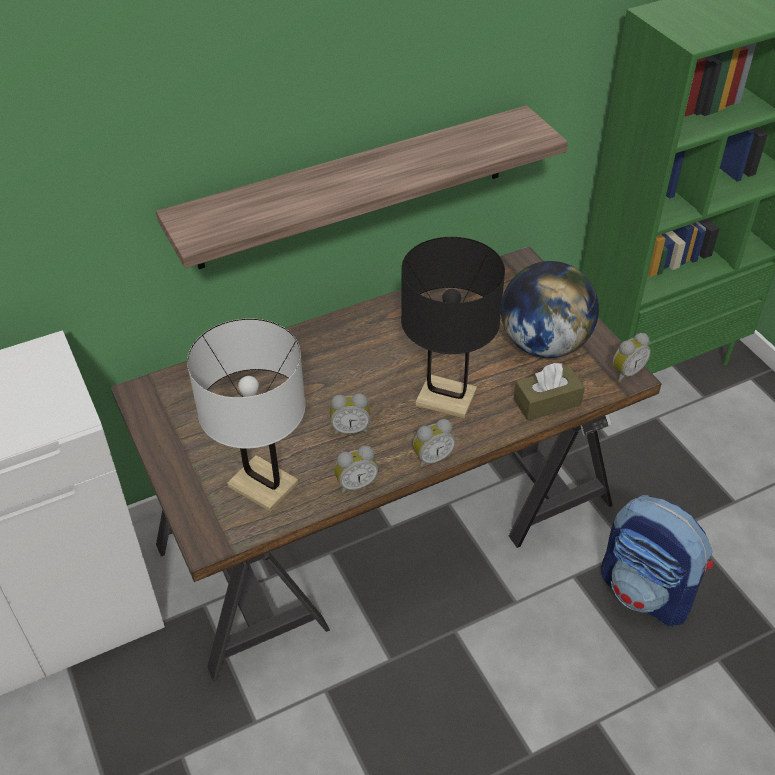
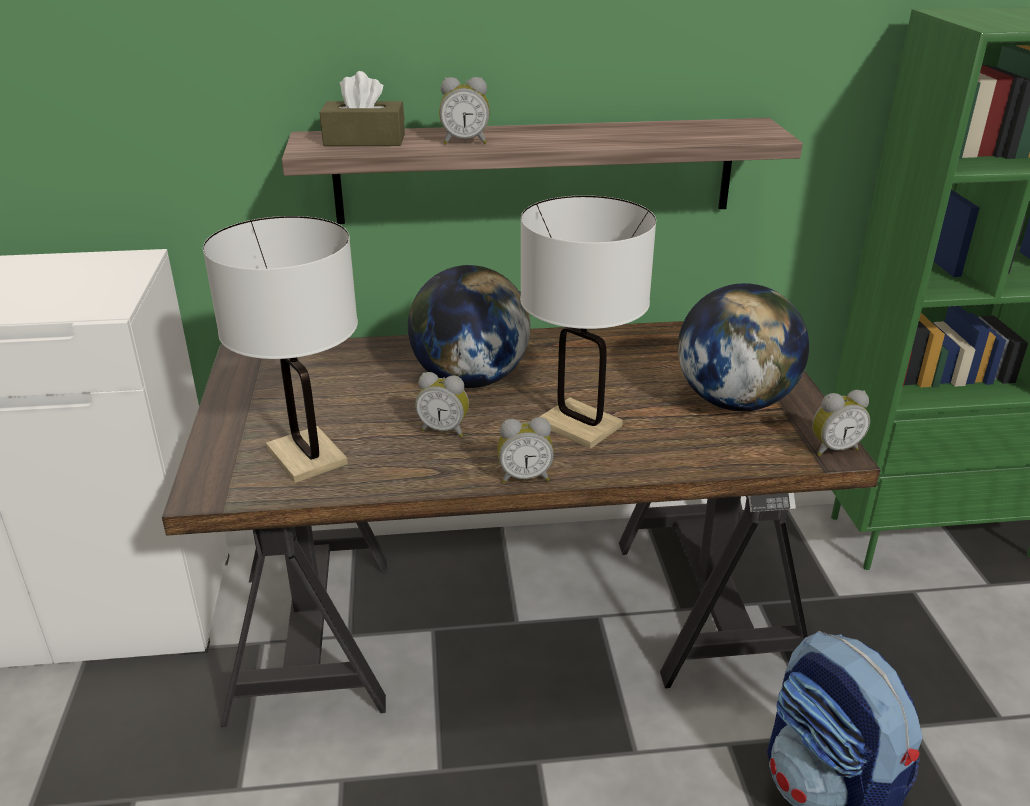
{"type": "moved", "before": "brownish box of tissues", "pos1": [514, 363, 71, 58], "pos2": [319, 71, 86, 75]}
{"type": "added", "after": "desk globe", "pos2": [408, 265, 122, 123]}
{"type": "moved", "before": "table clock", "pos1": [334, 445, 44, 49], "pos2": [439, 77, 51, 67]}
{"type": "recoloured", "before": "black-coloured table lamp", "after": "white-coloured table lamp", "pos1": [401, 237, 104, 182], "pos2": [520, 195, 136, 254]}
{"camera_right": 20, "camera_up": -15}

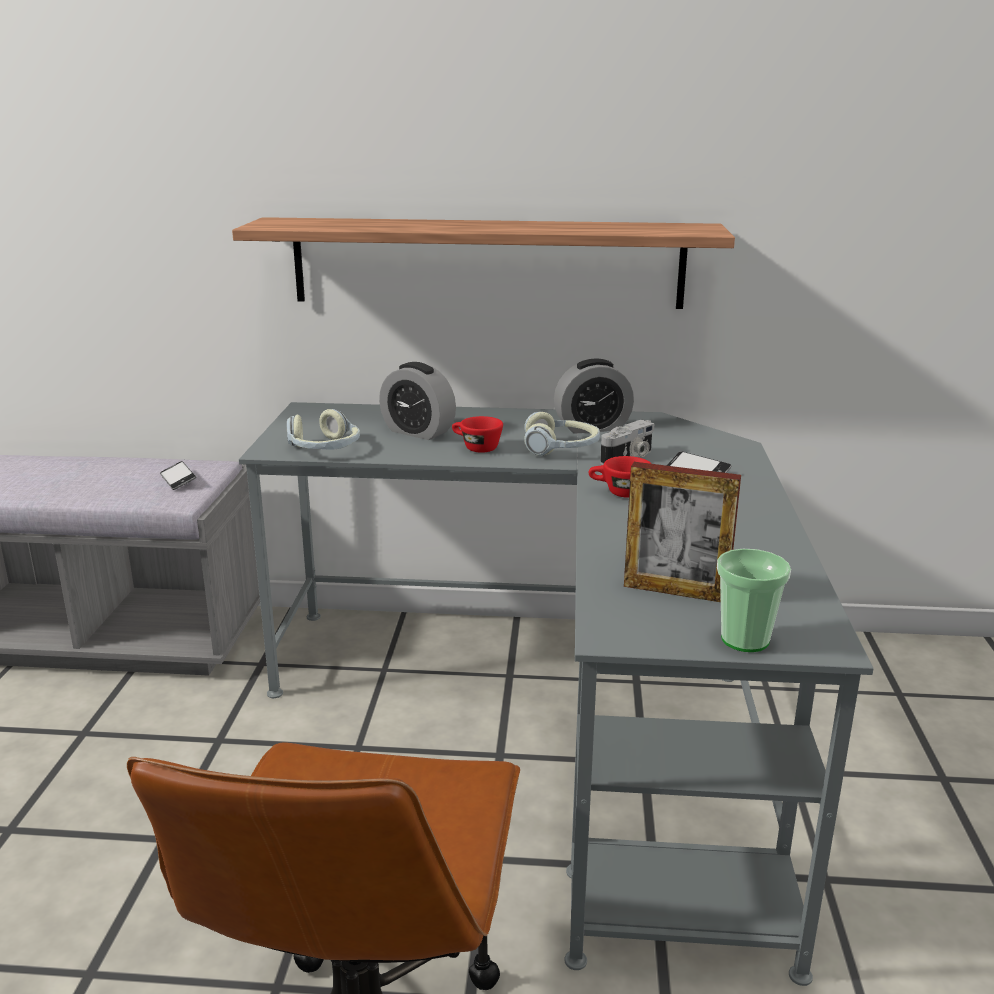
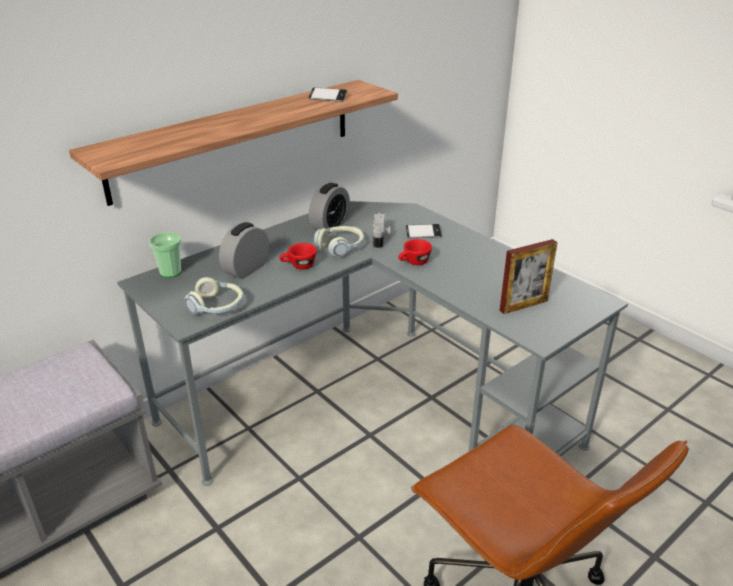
{"type": "moved", "before": "cup", "pos1": [717, 549, 74, 103], "pos2": [149, 232, 33, 46]}
{"type": "turned", "before": "table clock", "pos1": [379, 362, 77, 78], "pos2": [219, 222, 50, 57], "turn": 135}
{"type": "moved", "before": "handset", "pos1": [160, 461, 36, 29], "pos2": [309, 87, 38, 15]}
{"camera_right": -45, "camera_up": 10}

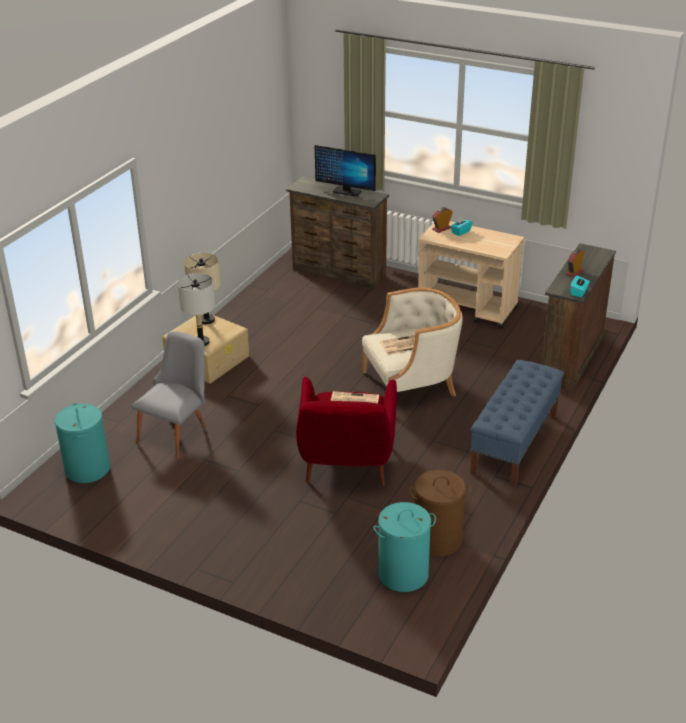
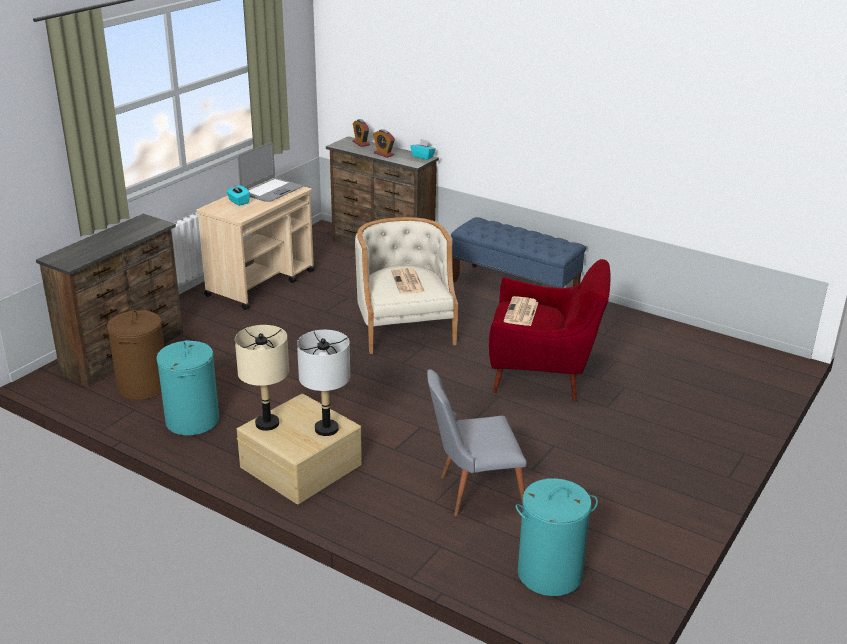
{"type": "moved", "before": "brownish hamper", "pos1": [409, 470, 63, 87], "pos2": [107, 310, 57, 90]}
{"type": "moved", "before": "blue-green hamper", "pos1": [373, 502, 63, 90], "pos2": [156, 340, 63, 96]}
{"type": "added", "after": "portable computer", "pos2": [237, 142, 66, 60]}
{"type": "moved", "before": "table clock", "pos1": [432, 207, 21, 26], "pos2": [352, 119, 18, 28]}
{"type": "turned", "before": "gray upright chair", "pos1": [132, 331, 74, 128], "pos2": [427, 369, 100, 147], "turn": -45}
{"type": "removed", "before": "computer screen", "pos1": [315, 145, 61, 51]}
{"camera_right": -85, "camera_up": -5}

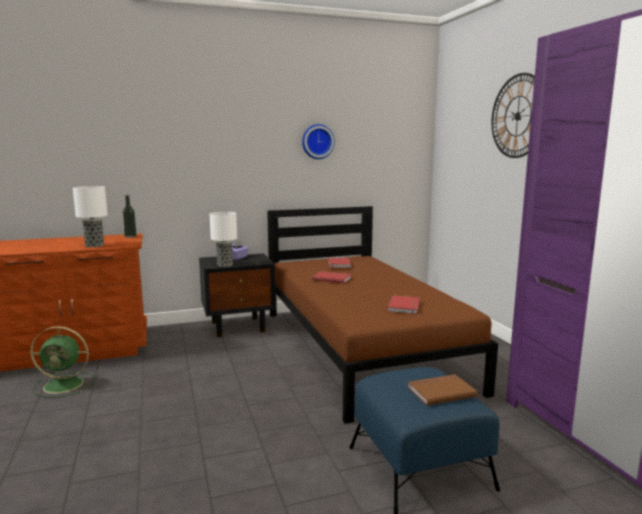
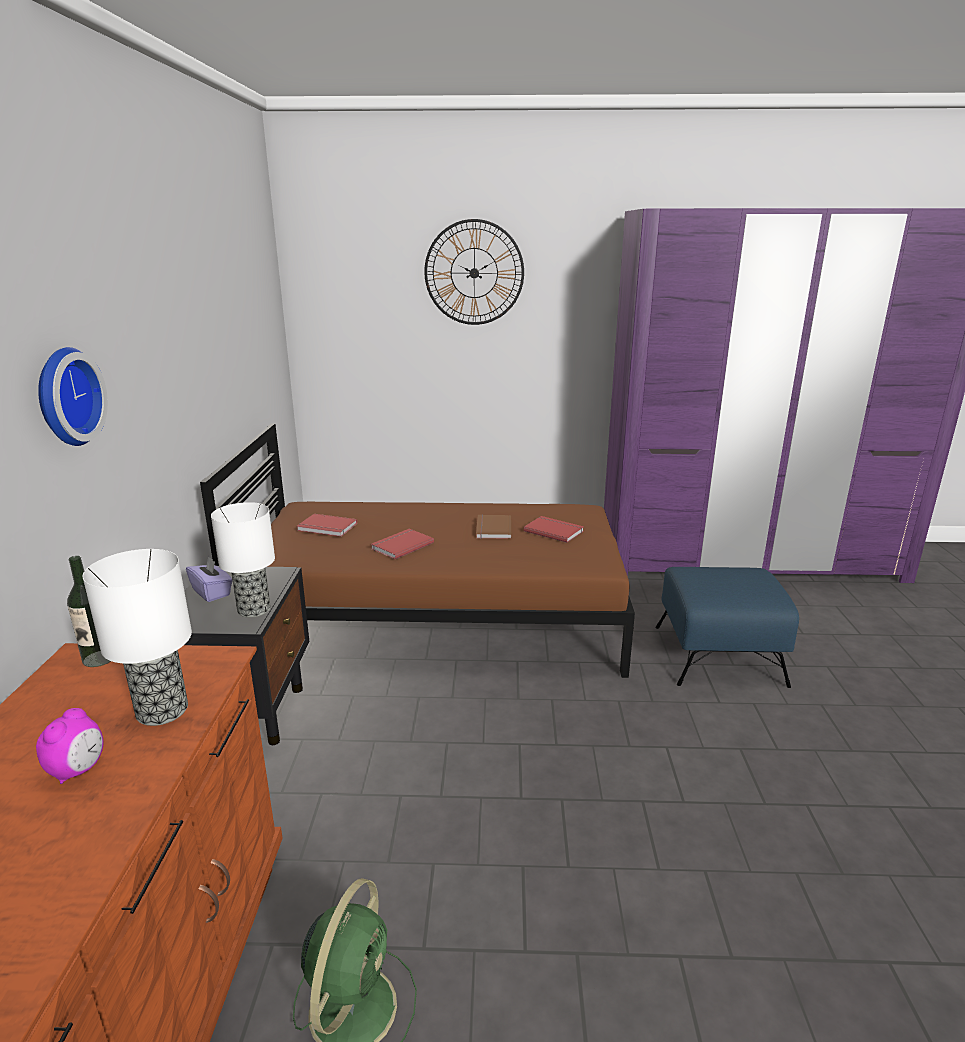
{"type": "added", "after": "table clock", "pos2": [36, 708, 67, 76]}
{"type": "moved", "before": "wall clock", "pos1": [302, 124, 33, 35], "pos2": [38, 347, 70, 99]}
{"type": "moved", "before": "brownish book", "pos1": [408, 374, 70, 32], "pos2": [476, 515, 36, 24]}
{"camera_right": -70, "camera_up": 10}

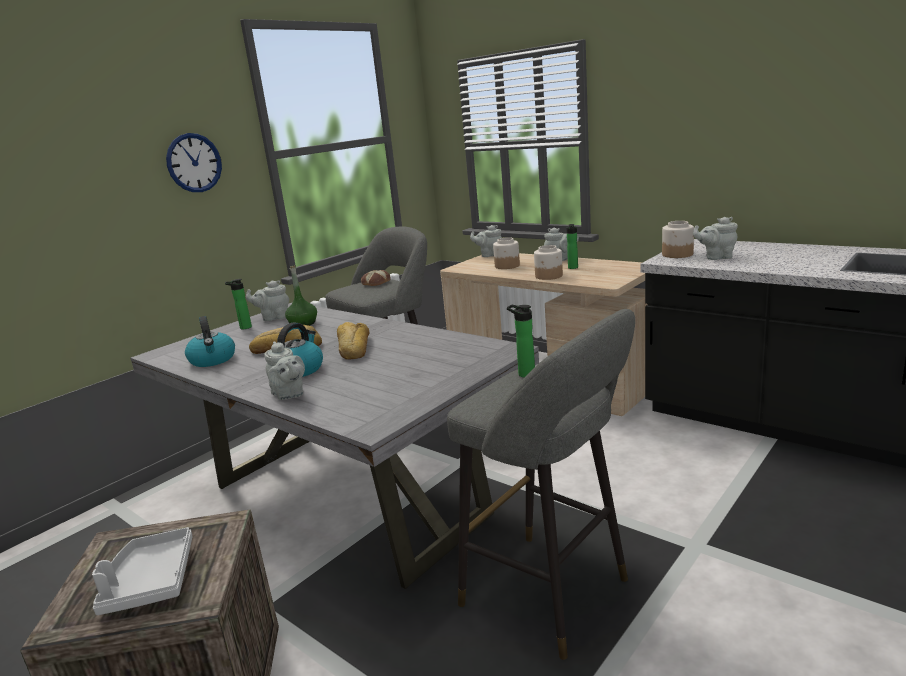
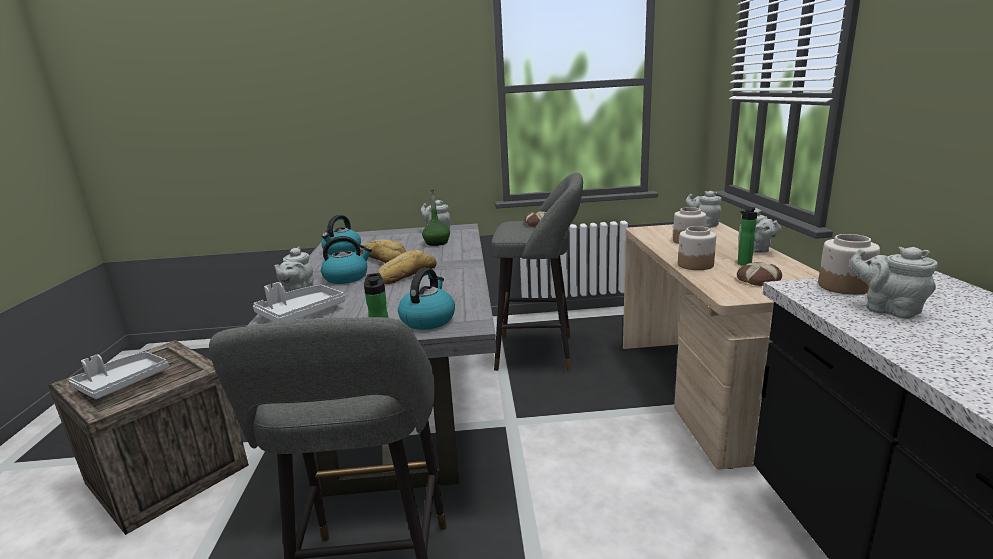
{"type": "added", "after": "gray tray", "pos2": [253, 282, 92, 40]}
{"type": "added", "after": "tea kettle", "pos2": [398, 268, 57, 62]}
{"type": "added", "after": "baked bread", "pos2": [737, 262, 45, 24]}
{"type": "removed", "before": "wall clock", "pos1": [166, 133, 56, 59]}
{"type": "removed", "before": "beverage bottle", "pos1": [225, 279, 27, 50]}
{"camera_right": 45, "camera_up": 0}

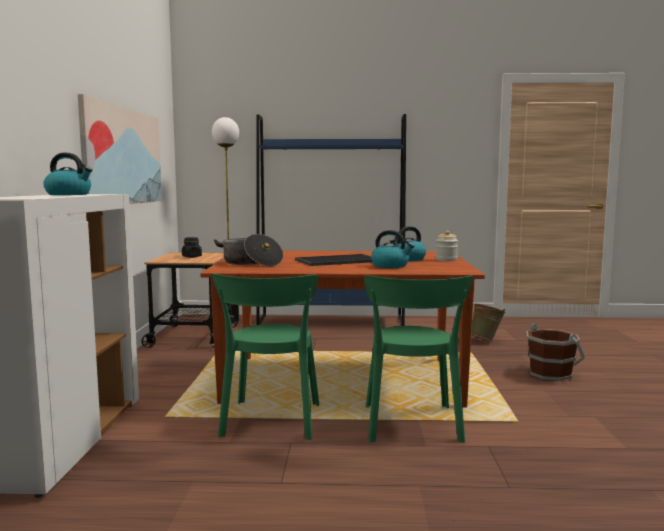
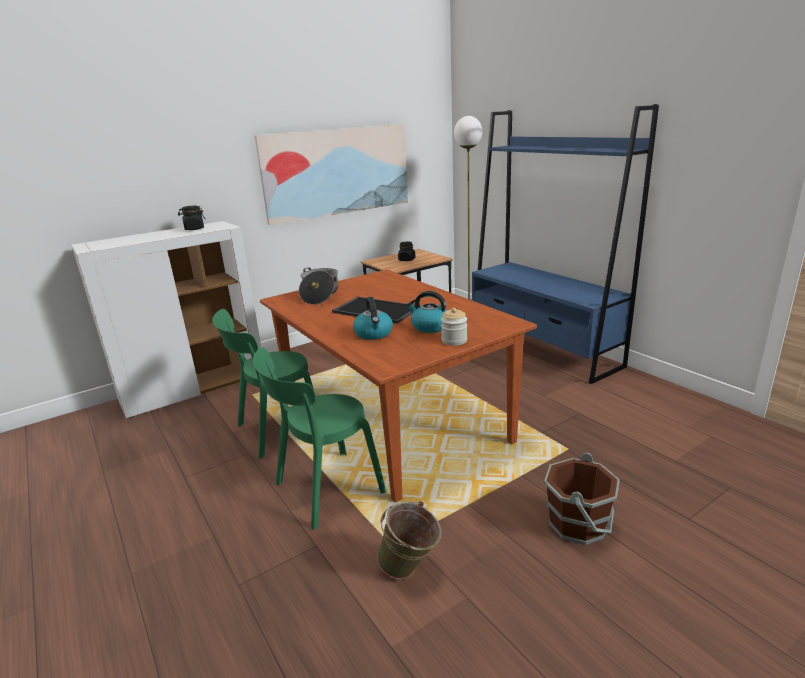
{"type": "replaced", "before": "tea kettle", "after": "black-coloured storage jar", "pos1": [43, 152, 49, 43], "pos2": [178, 206, 27, 24]}
{"type": "moved", "before": "greenish water bucket", "pos1": [471, 303, 35, 38], "pos2": [377, 501, 64, 78]}
{"camera_right": 55, "camera_up": 15}

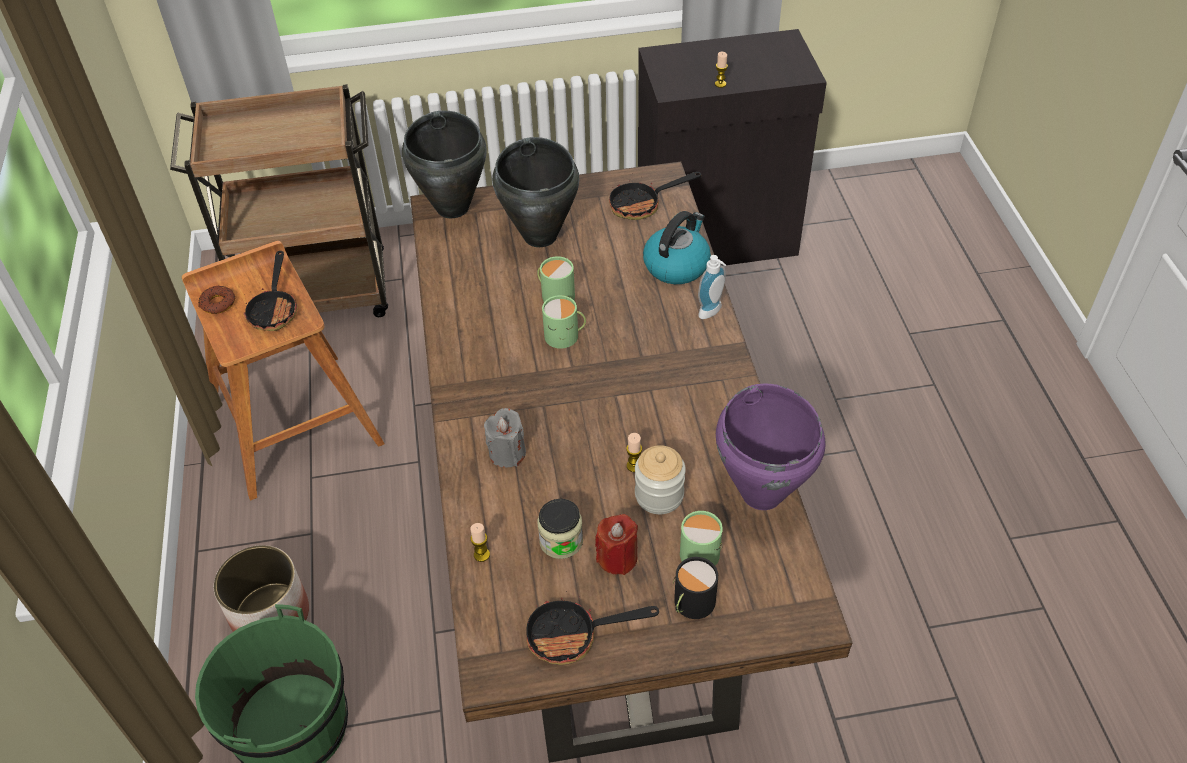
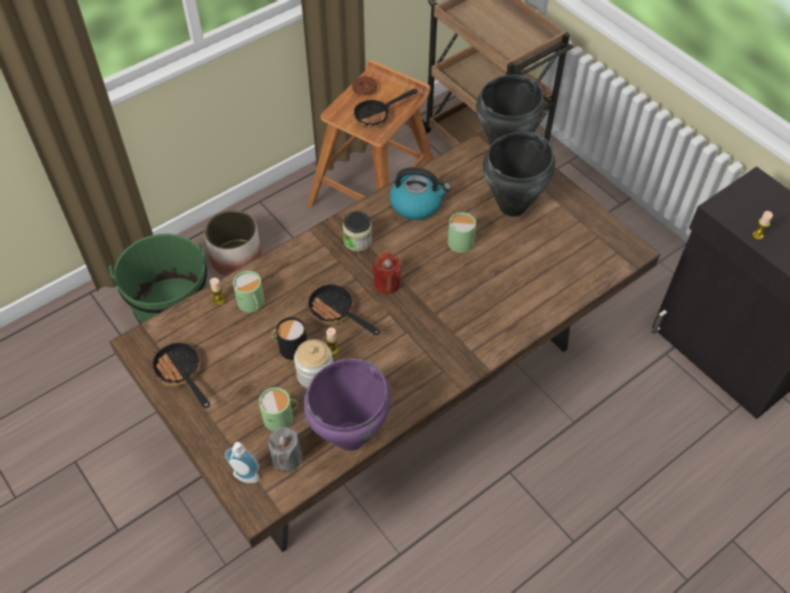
{"type": "moved", "before": "liquid soap bottle", "pos1": [698, 255, 28, 64], "pos2": [225, 442, 35, 41]}
{"type": "moved", "before": "greenish mug", "pos1": [542, 295, 44, 54], "pos2": [233, 271, 32, 42]}
{"type": "moved", "before": "gray wax light", "pos1": [484, 408, 42, 60], "pos2": [268, 427, 34, 45]}
{"type": "moved", "before": "black-coloured mug", "pos1": [673, 557, 45, 62], "pos2": [272, 317, 35, 43]}
{"type": "moved", "before": "pan", "pos1": [609, 172, 92, 48], "pos2": [306, 285, 74, 50]}
{"type": "moved", "before": "storage jar", "pos1": [537, 499, 46, 60], "pos2": [343, 211, 29, 41]}
{"type": "moved", "before": "red wax light", "pos1": [595, 514, 43, 61], "pos2": [373, 252, 29, 42]}
{"type": "moved", "before": "tea kettle", "pos1": [643, 211, 68, 73], "pos2": [390, 167, 61, 53]}
{"camera_right": 60, "camera_up": 5}

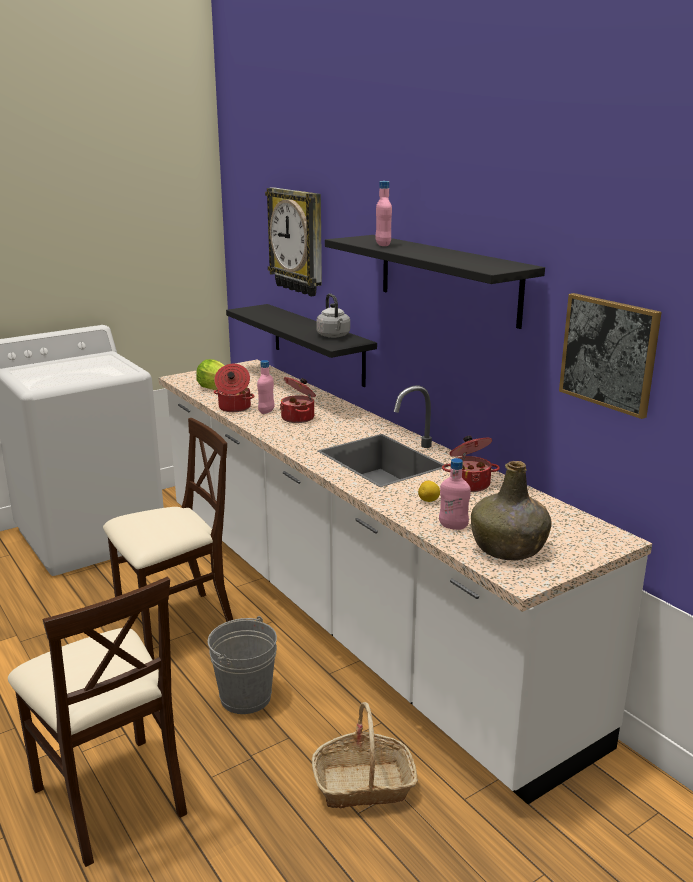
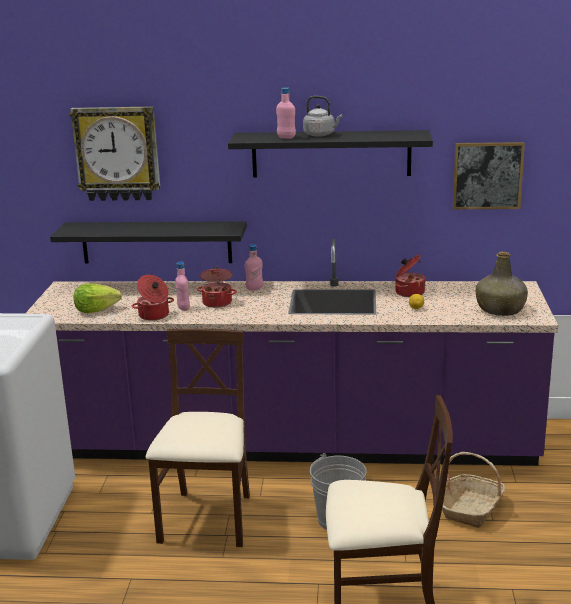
{"type": "recoloured", "before": "white-coloured kitchen base unit", "after": "purple kitchen base unit", "pos1": [158, 360, 494, 444], "pos2": [25, 239, 533, 227]}
{"type": "moved", "before": "pink beverage bottle", "pos1": [439, 458, 32, 72], "pos2": [245, 244, 18, 47]}
{"type": "moved", "before": "gray tea kettle", "pos1": [316, 293, 34, 45], "pos2": [303, 96, 39, 41]}
{"camera_right": -50, "camera_up": 0}

